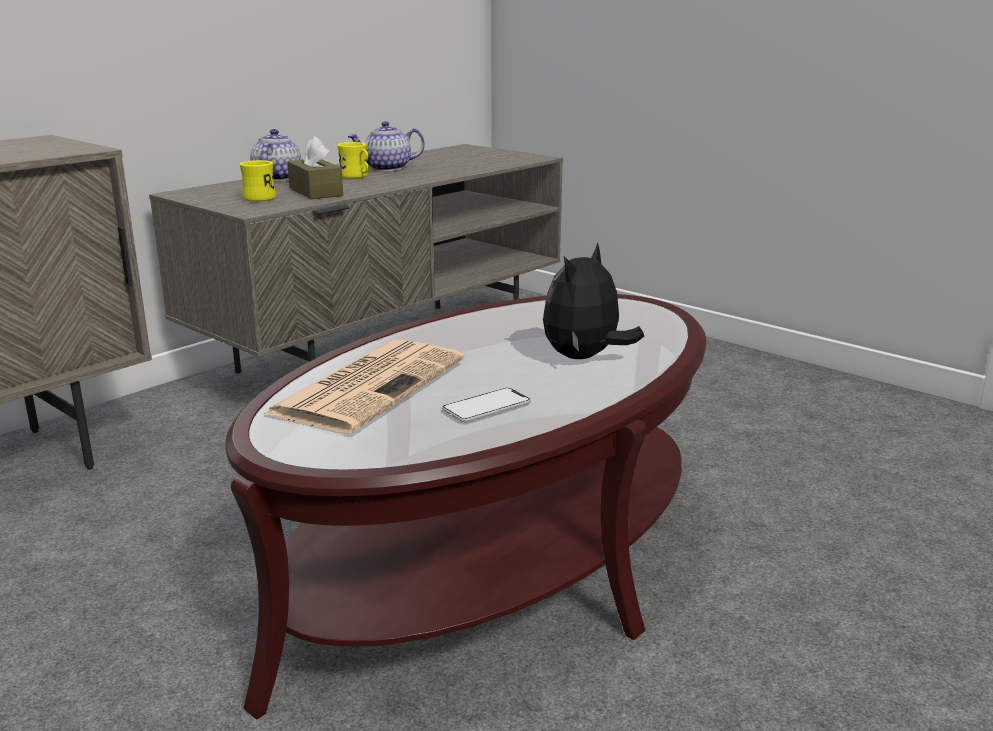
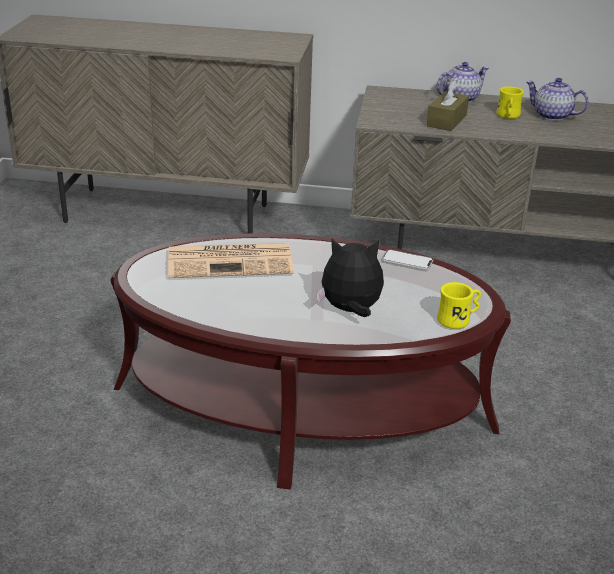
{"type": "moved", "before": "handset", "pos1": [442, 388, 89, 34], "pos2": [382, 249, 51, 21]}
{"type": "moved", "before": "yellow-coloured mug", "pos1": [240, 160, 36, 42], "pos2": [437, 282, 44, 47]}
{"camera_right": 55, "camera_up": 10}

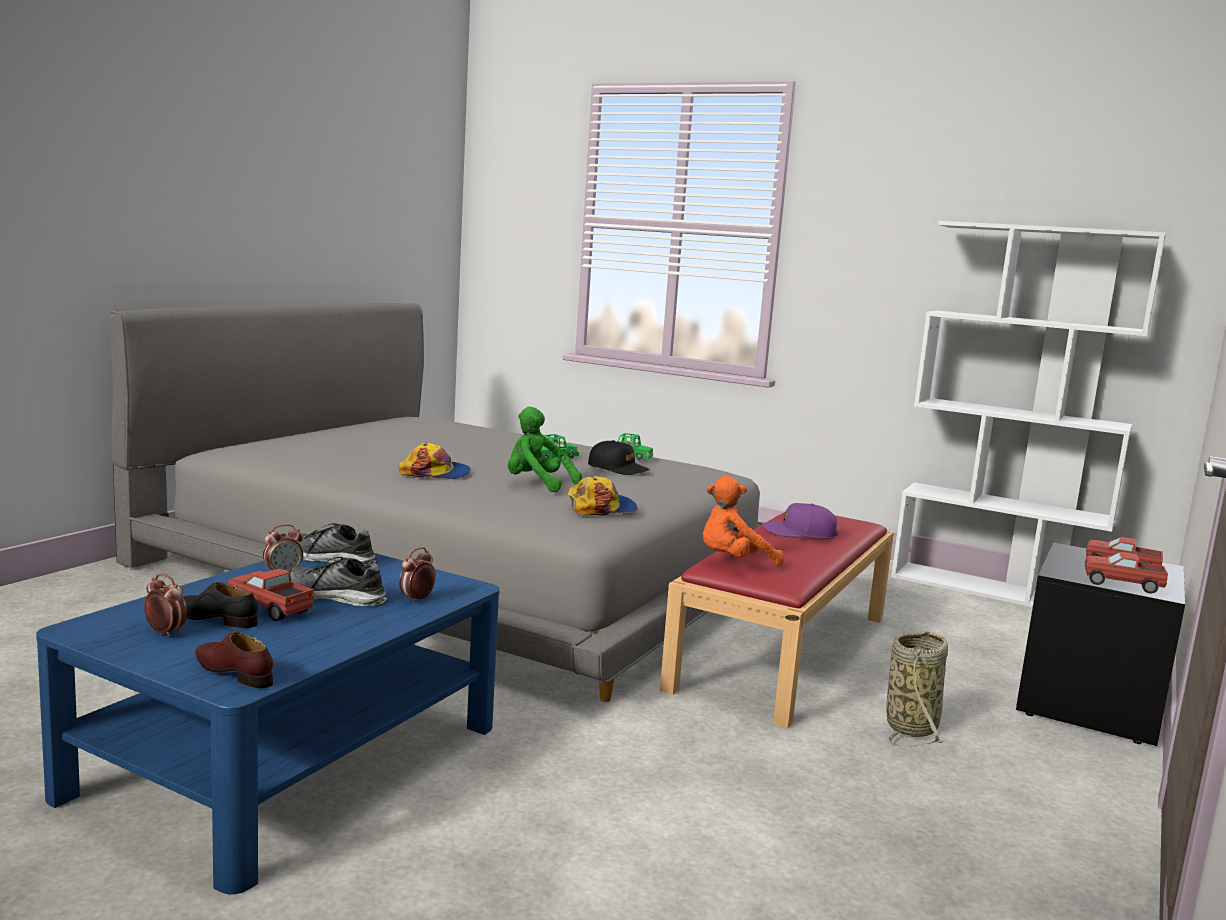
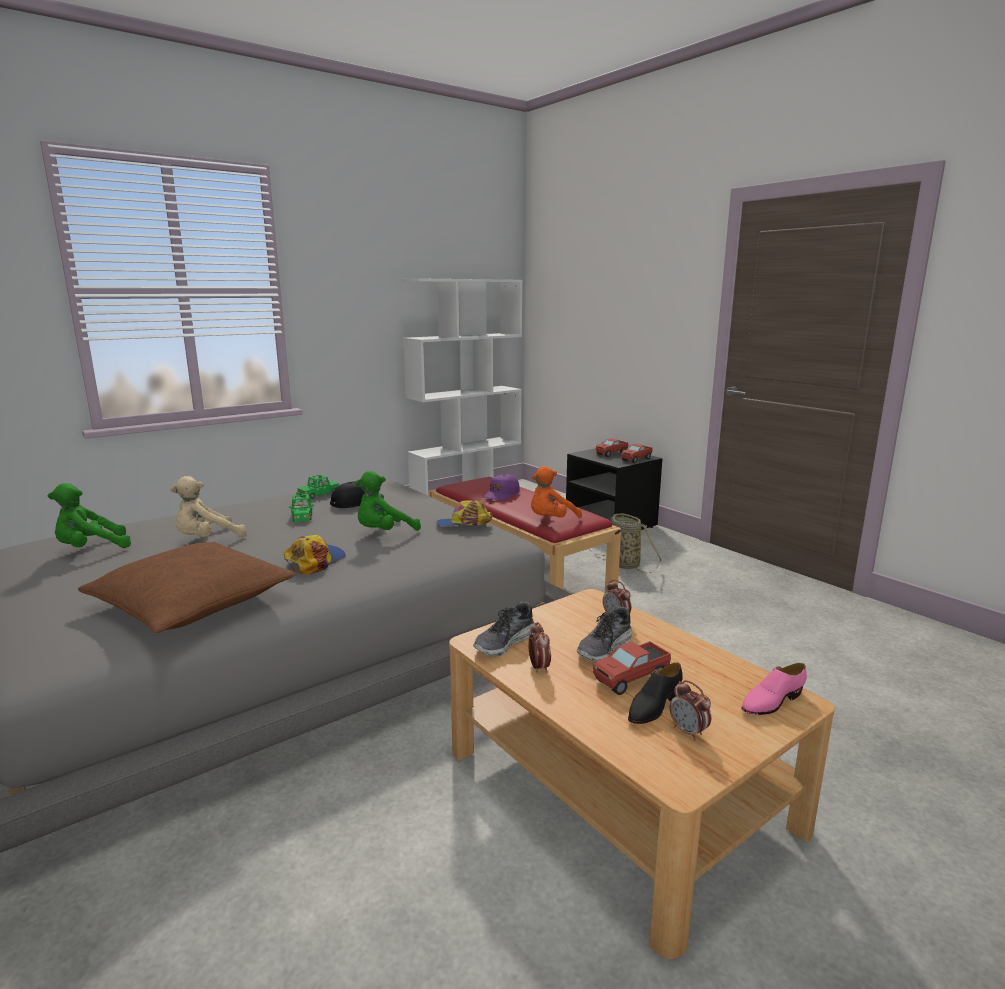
{"type": "added", "after": "greenish plush toy", "pos2": [47, 483, 84, 65]}
{"type": "added", "after": "brownish cushion", "pos2": [78, 542, 217, 91]}
{"type": "added", "after": "sand-coloured plush toy", "pos2": [170, 476, 77, 61]}
{"type": "turned", "before": "baseball cap", "pos1": [568, 476, 70, 40], "pos2": [436, 500, 56, 26], "turn": -90}
{"type": "recoloured", "before": "blue low table", "after": "sand-coloured low table", "pos1": [36, 553, 464, 341], "pos2": [449, 589, 386, 370]}
{"type": "turned", "before": "orange plush toy", "pos1": [703, 476, 81, 90], "pos2": [531, 466, 51, 52], "turn": 45}
{"type": "turned", "before": "table clock", "pos1": [144, 574, 43, 63], "pos2": [670, 680, 41, 60], "turn": -90}
{"type": "recoloured", "before": "brownish item of footwear", "after": "pink item of footwear", "pos1": [195, 631, 78, 57], "pos2": [741, 663, 66, 52]}
{"camera_right": -65, "camera_up": 5}

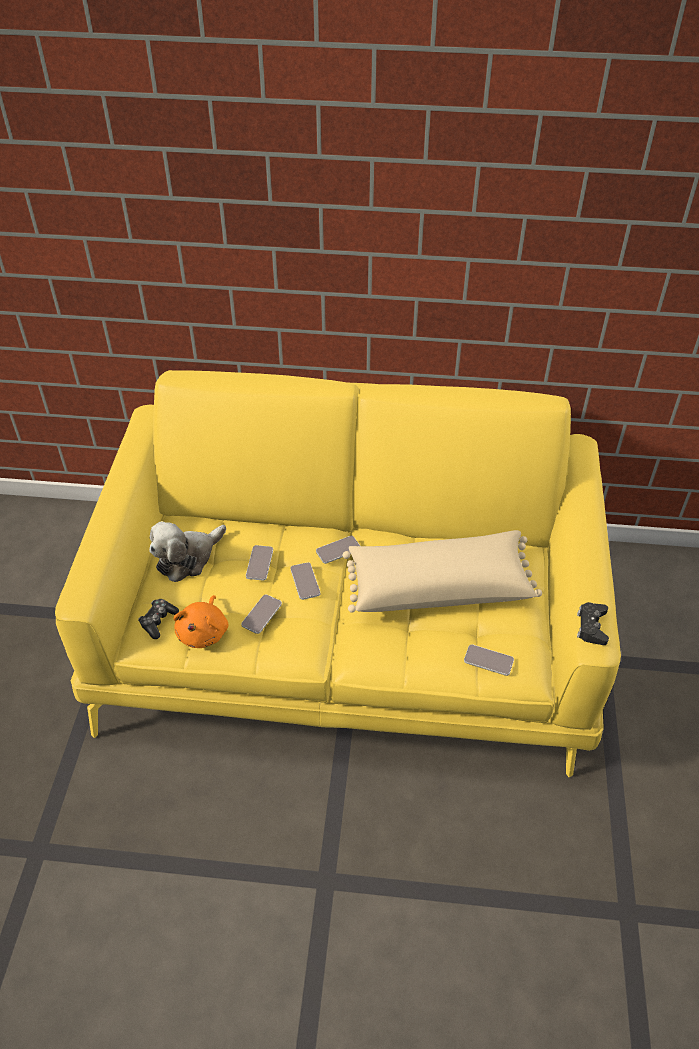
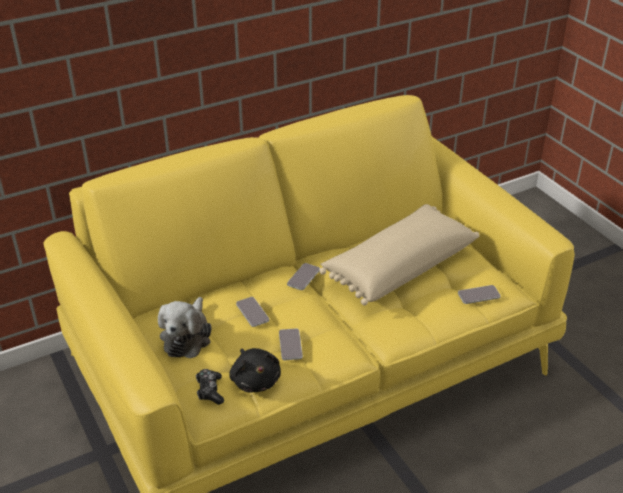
{"type": "recoloured", "before": "orange plush toy", "after": "black-coloured plush toy", "pos1": [174, 595, 54, 53], "pos2": [229, 348, 52, 44]}
{"type": "removed", "before": "handset", "pos1": [290, 562, 30, 38]}
{"type": "removed", "before": "black-coloured game controller", "pos1": [577, 602, 32, 43]}
{"camera_right": -35, "camera_up": -10}

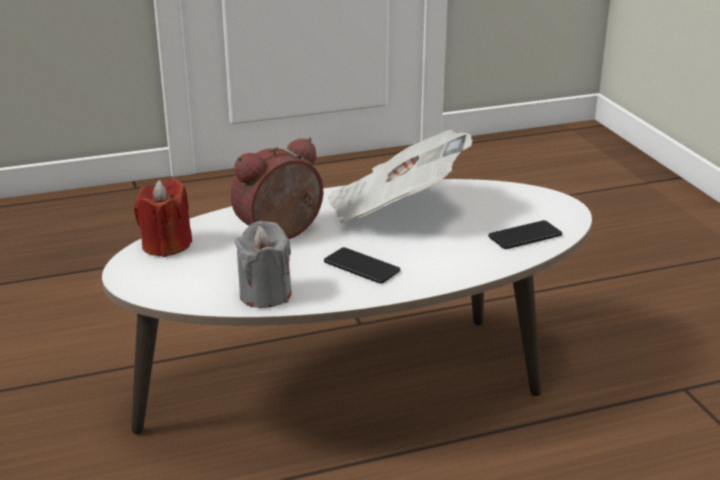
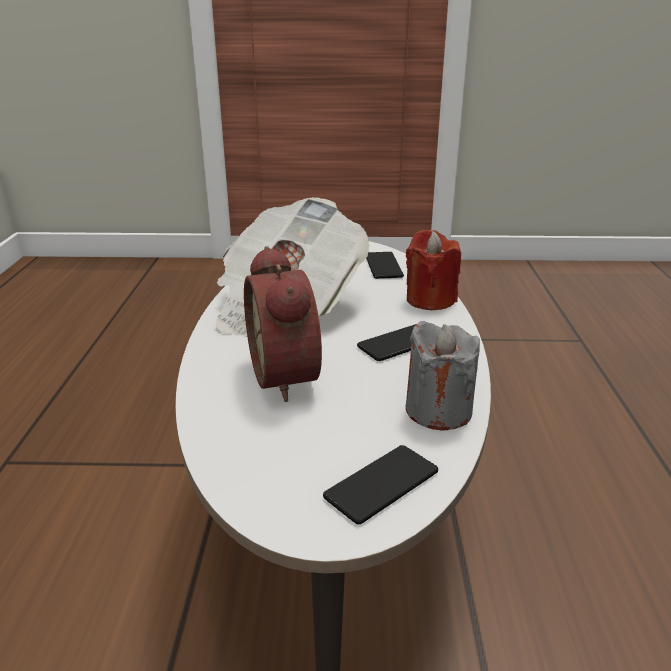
{"type": "added", "after": "handset", "pos2": [323, 445, 115, 79]}
{"type": "moved", "before": "red wax light", "pos1": [134, 179, 58, 78], "pos2": [406, 230, 55, 80]}
{"camera_right": -70, "camera_up": 0}

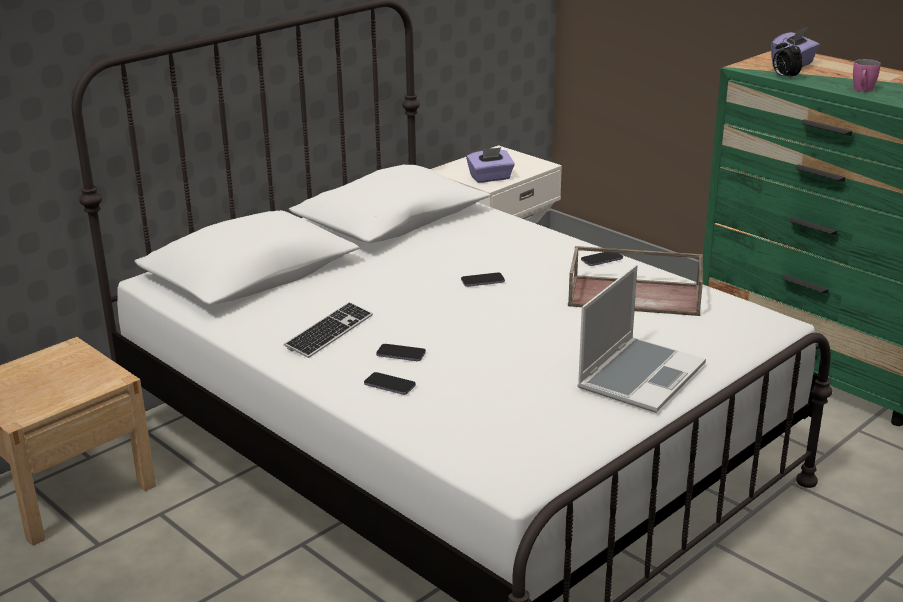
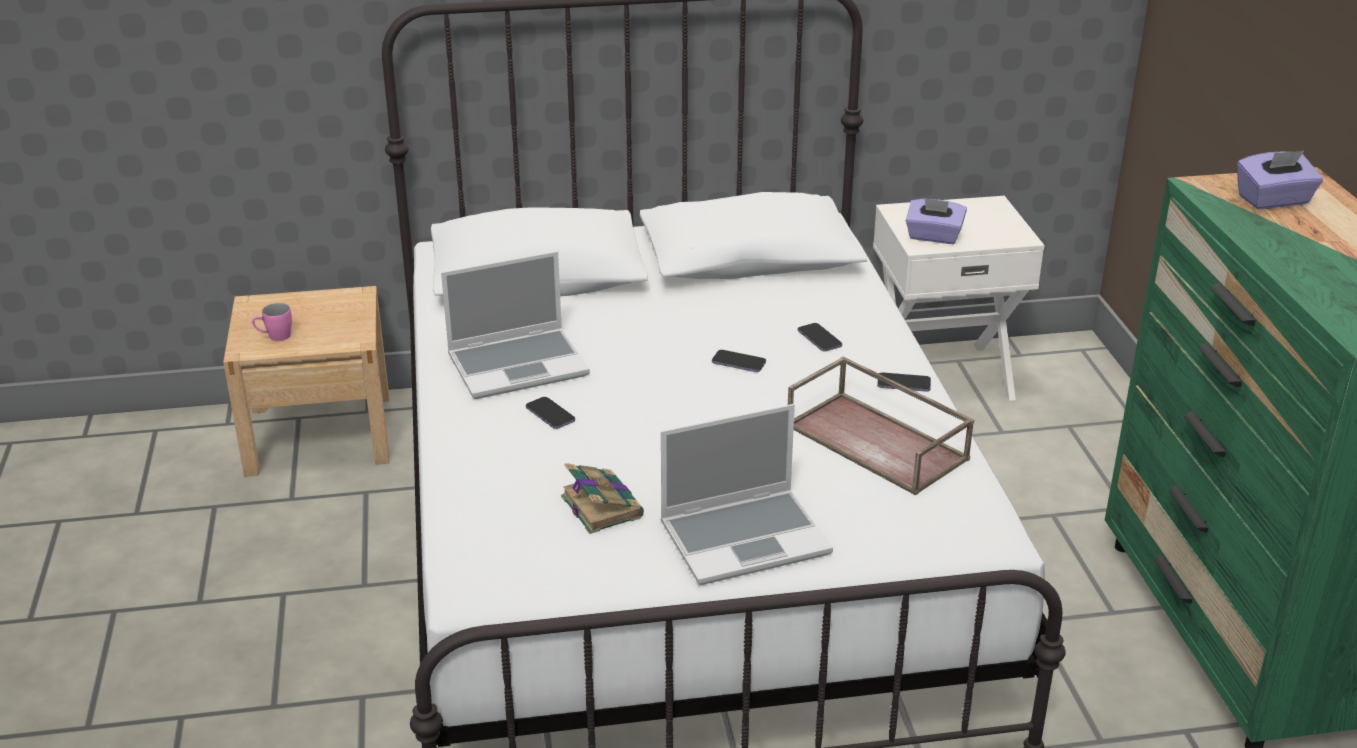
{"type": "moved", "before": "pink mug", "pos1": [853, 59, 28, 33], "pos2": [252, 303, 40, 38]}
{"type": "replaced", "before": "keyboard", "after": "portable computer", "pos1": [284, 302, 89, 56], "pos2": [441, 251, 149, 148]}
{"type": "added", "after": "book", "pos2": [561, 463, 83, 71]}
{"type": "moved", "before": "handset", "pos1": [364, 372, 52, 23], "pos2": [798, 323, 44, 28]}
{"type": "removed", "before": "table clock", "pos1": [773, 38, 30, 41]}
{"camera_right": 35, "camera_up": 5}

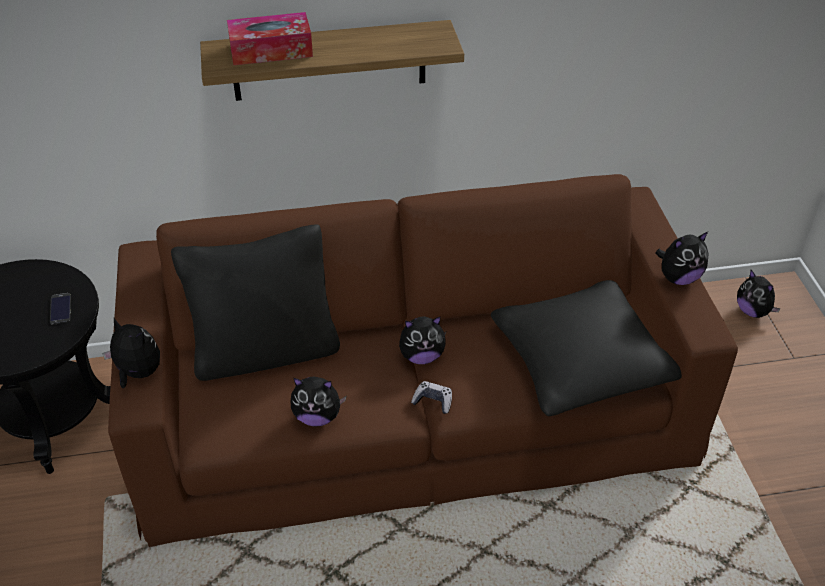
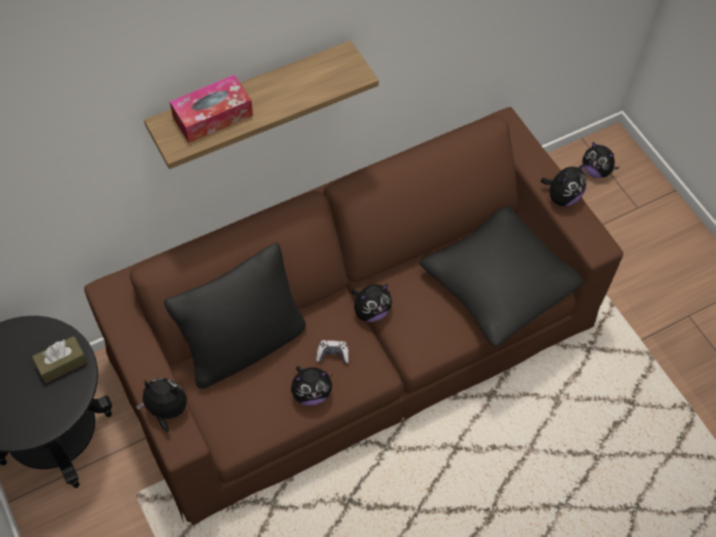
{"type": "replaced", "before": "handset", "after": "brownish box of tissues", "pos1": [50, 293, 21, 32], "pos2": [32, 336, 56, 47]}
{"type": "moved", "before": "game controller", "pos1": [411, 381, 41, 33], "pos2": [316, 340, 33, 24]}
{"camera_right": -20, "camera_up": 15}

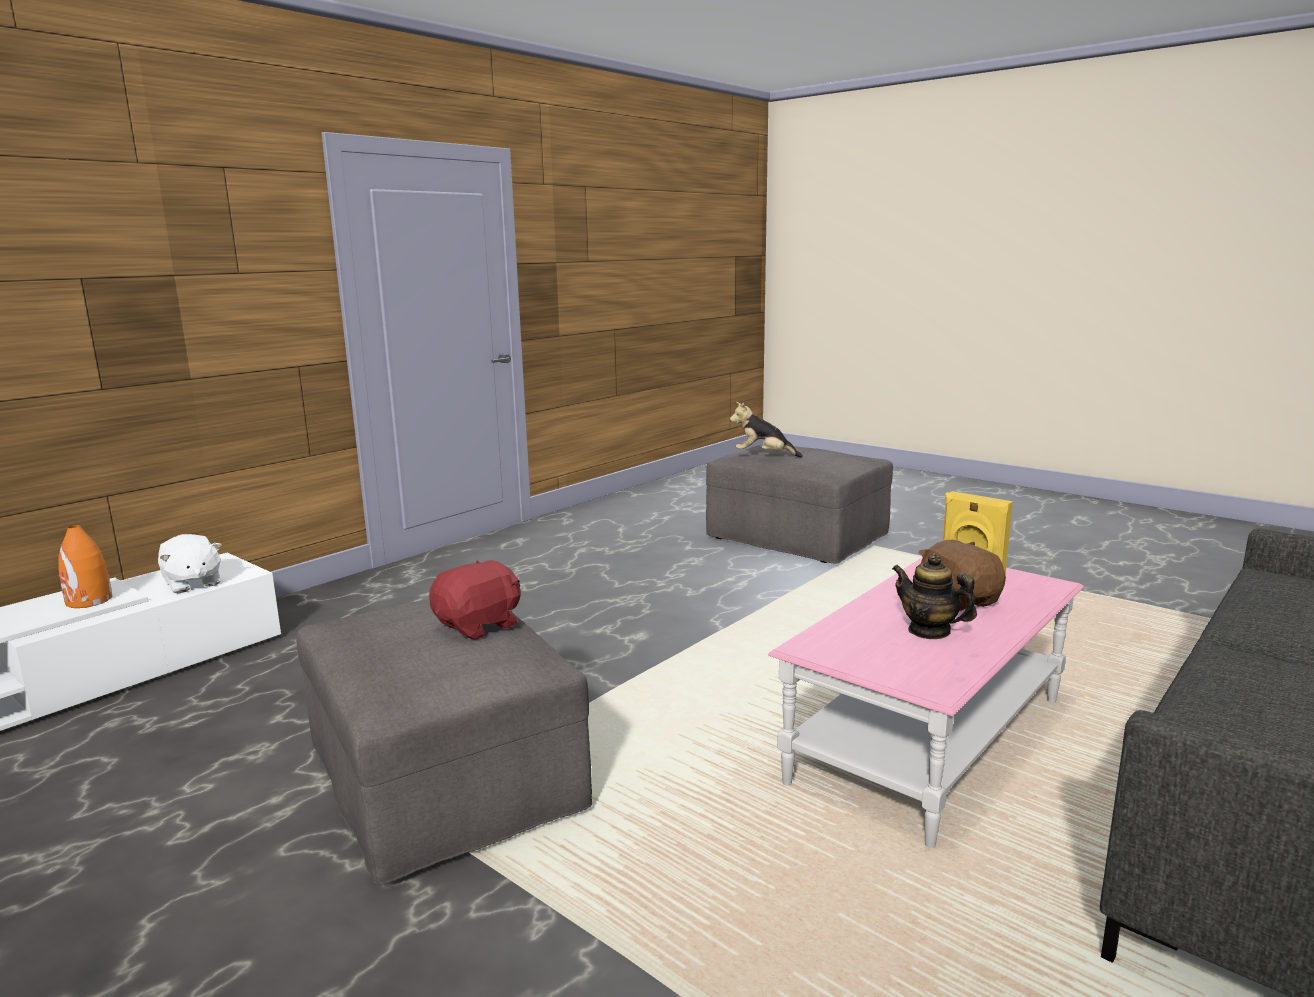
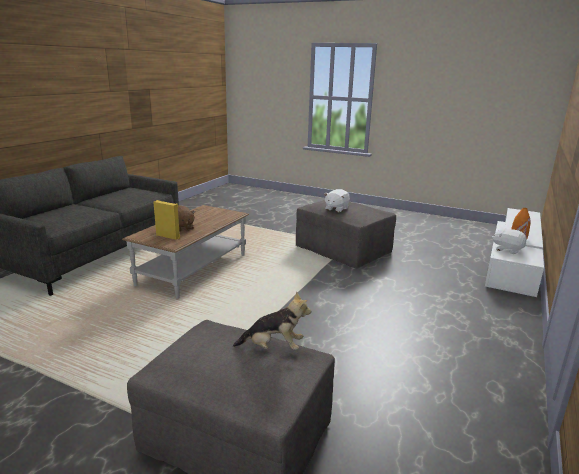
{"type": "recoloured", "before": "pink low table", "after": "brownish low table", "pos1": [768, 557, 316, 291], "pos2": [122, 205, 127, 94]}
{"type": "recoloured", "before": "red plush toy", "after": "white-coloured plush toy", "pos1": [429, 560, 92, 80], "pos2": [324, 189, 26, 23]}
{"type": "removed", "before": "pot for tea", "pos1": [892, 553, 85, 86]}
{"camera_right": 165, "camera_up": 5}

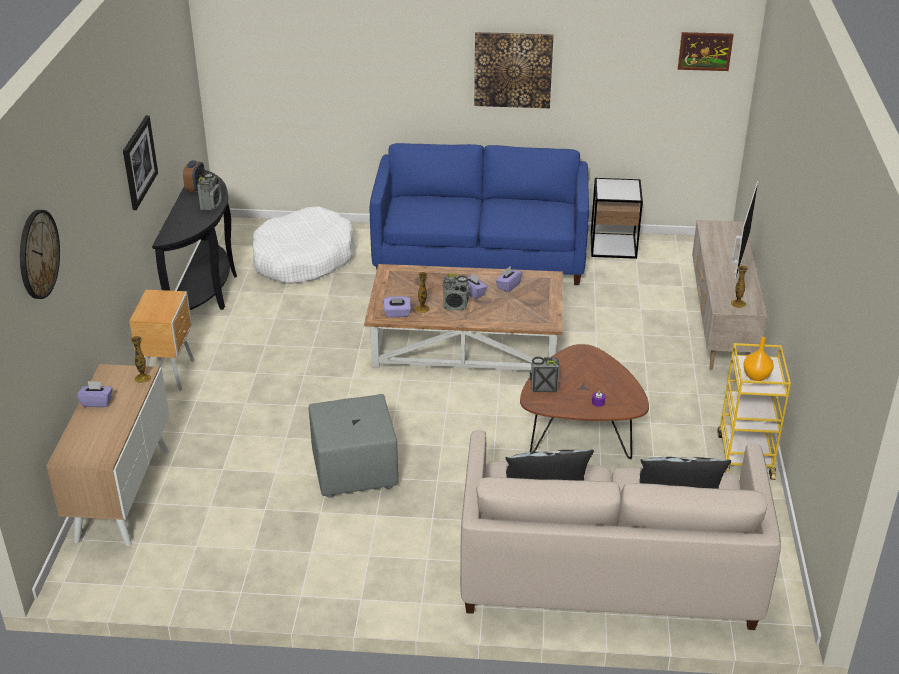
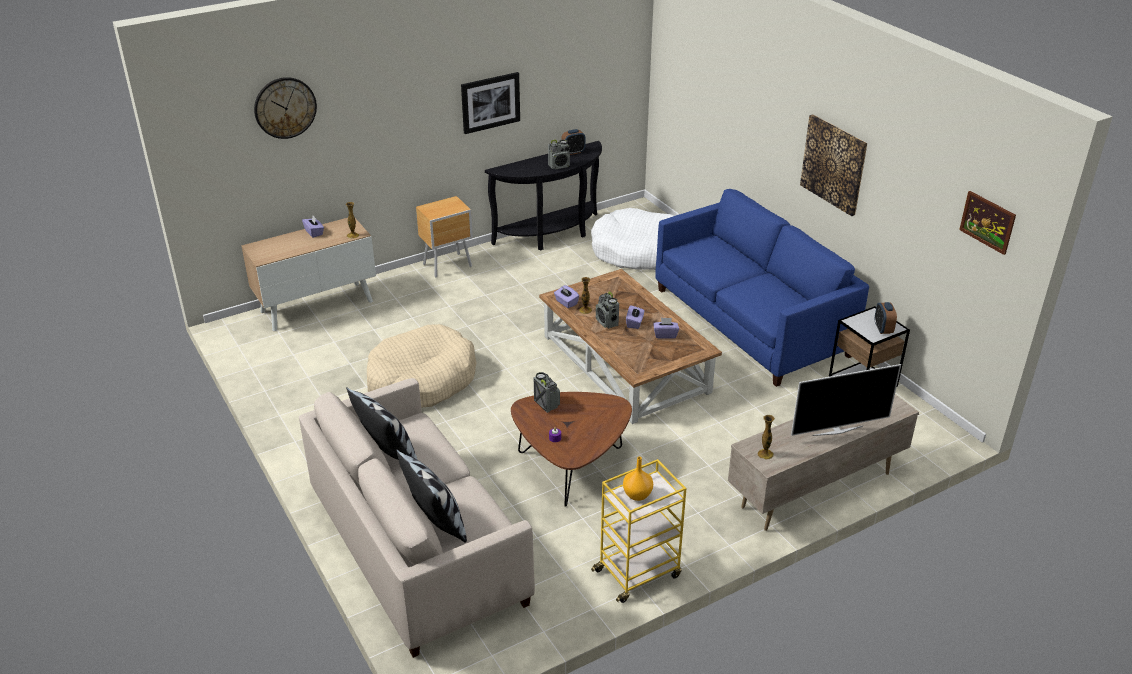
{"type": "replaced", "before": "gray footrest", "after": "sand-coloured pet bed", "pos1": [309, 394, 89, 104], "pos2": [367, 324, 109, 84]}
{"type": "added", "after": "table clock", "pos2": [875, 302, 22, 32]}
{"camera_right": 55, "camera_up": 0}

